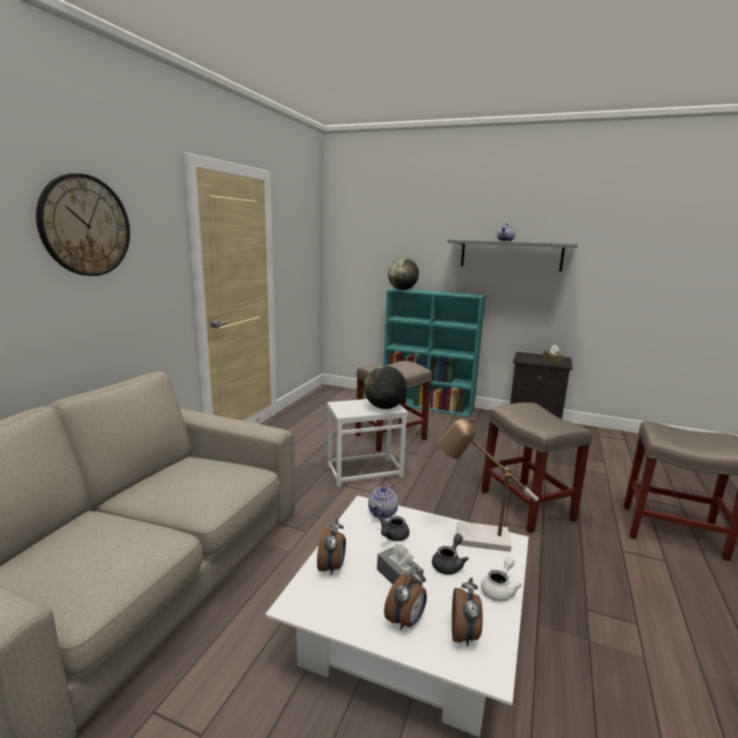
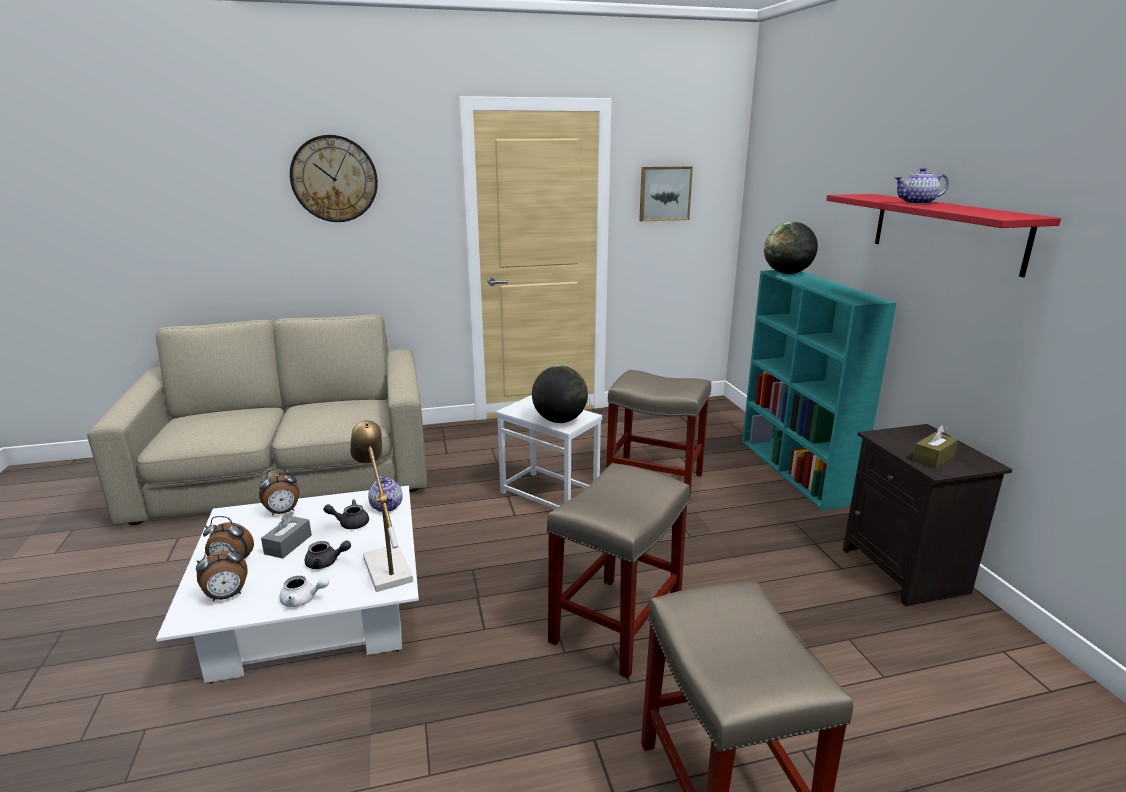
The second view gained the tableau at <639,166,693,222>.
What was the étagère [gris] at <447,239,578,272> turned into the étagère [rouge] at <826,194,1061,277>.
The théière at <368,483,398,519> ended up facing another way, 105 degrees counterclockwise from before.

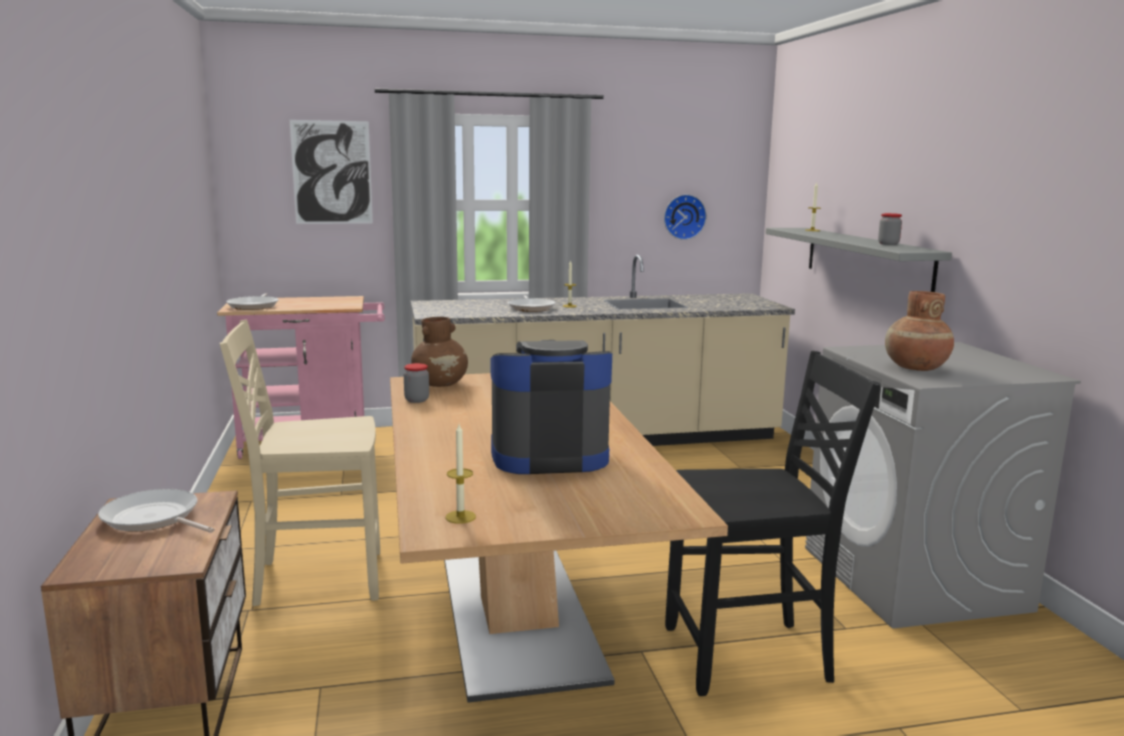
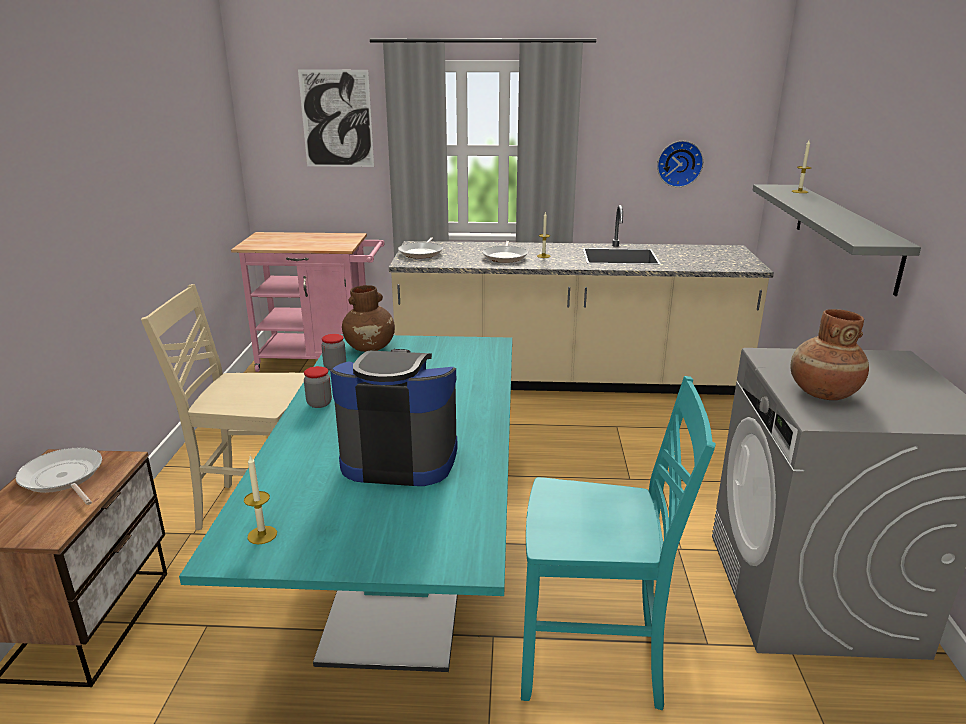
The poêle ended up elsewhere, having gone from <226,293,279,310> to <398,237,443,258>.
The bocal ended up elsewhere, having gone from <878,213,902,245> to <304,366,332,408>.
What was the table à manger [beige] at <390,373,728,703> turned into the table à manger [turquoise] at <179,334,512,672>.
What was the chaise [noir] at <665,350,881,696> turned into the chaise [turquoise] at <521,376,716,710>.

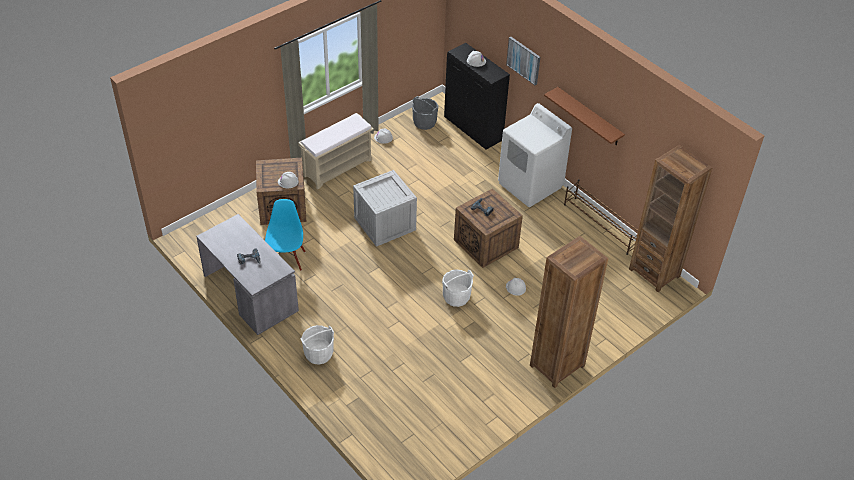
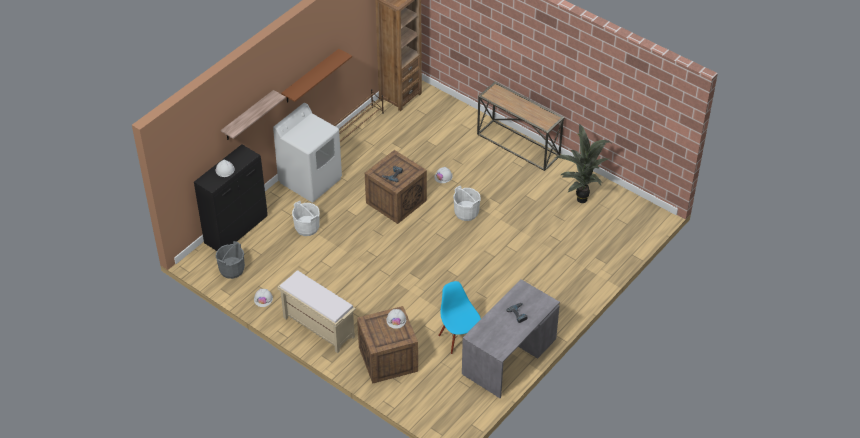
The second view lost the caisse at <353,170,417,247>.
The second view gained the plante en pot at <555,124,611,203>.
The seau [blanc] ended up elsewhere, having gone from <300,325,334,365> to <292,201,320,236>.
Where the tableau hung at <506,37,540,85>, the étagère came to hang at <221,90,286,140>.
Where the bibliothèque [marron] stood at <530,236,608,388>, the table console came to stand at <477,82,564,171>.
The chaise [bleu] at <265,199,306,271> ended up facing another way, 75 degrees clockwise from before.

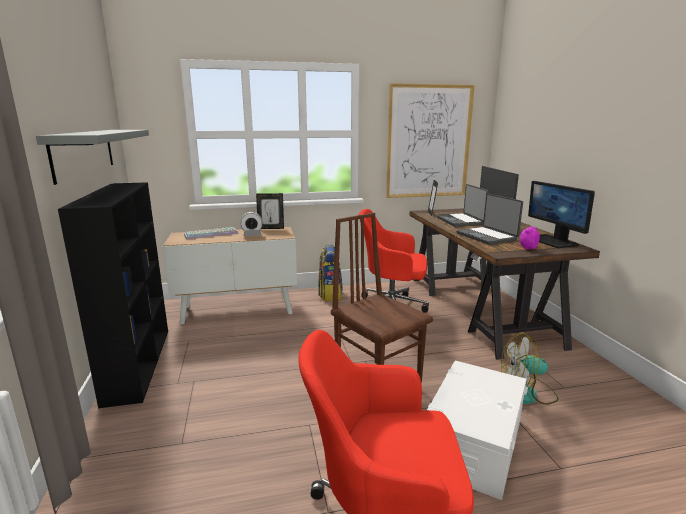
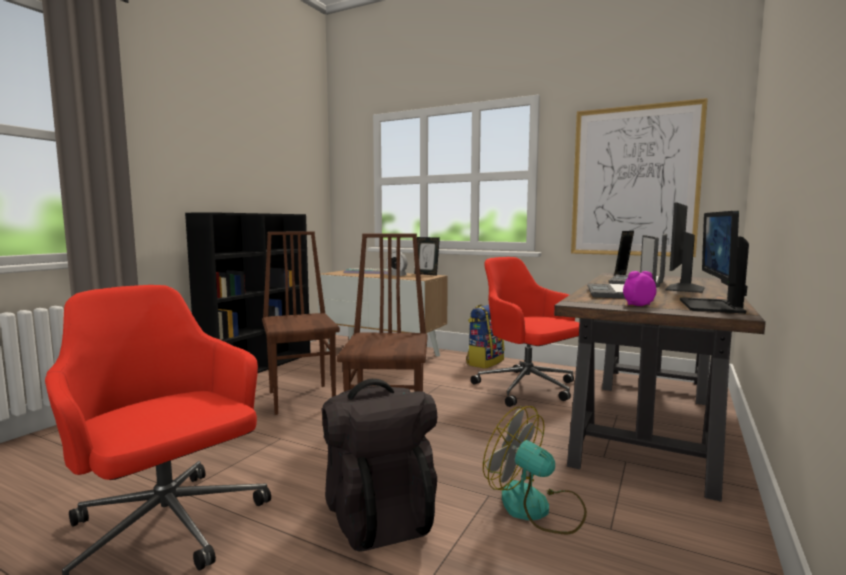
The second view lost the étagère [gris] at <36,130,149,185>.
The second view gained the chaise [marron] at <262,231,340,415>.
Where the boîte de rangement [blanc] stood at <427,361,528,500>, the sac à dos [noir] came to stand at <321,379,437,551>.

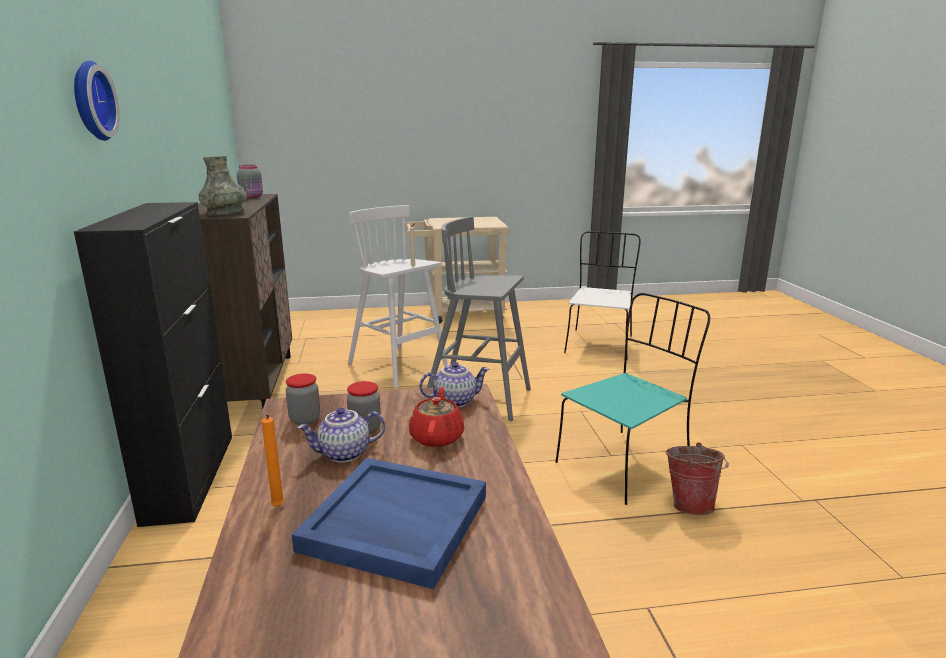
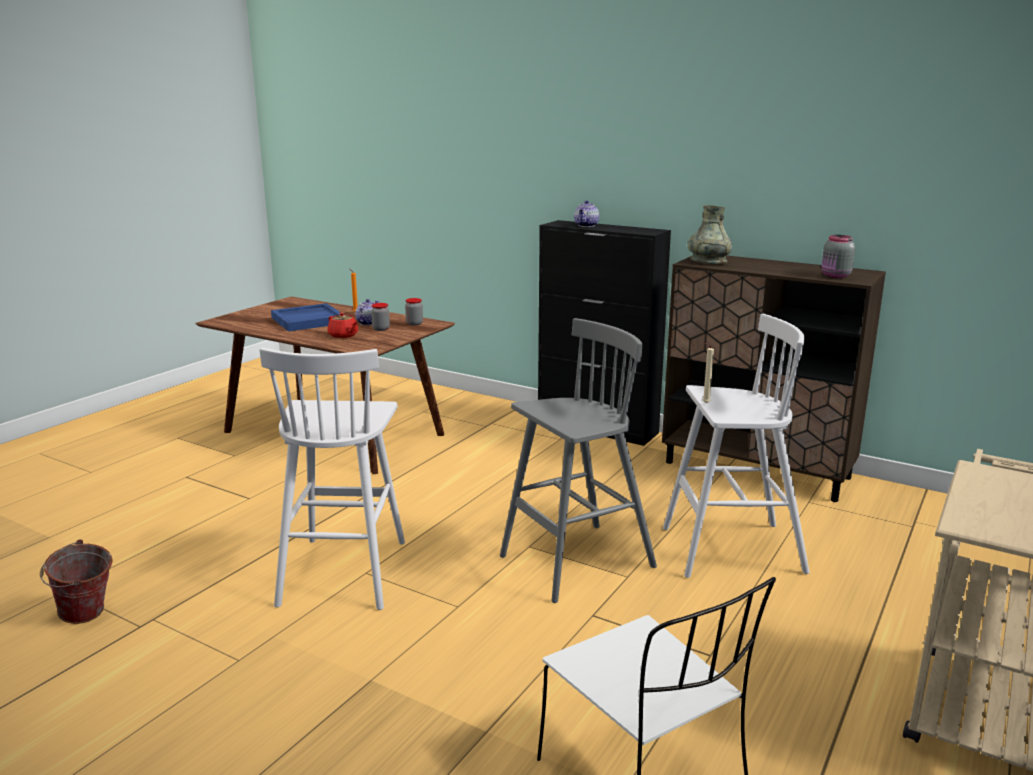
The second view lost the horloge murale at <74,60,120,141>.
The théière ended up elsewhere, having gone from <419,362,489,408> to <574,200,599,227>.
The seau ended up elsewhere, having gone from <666,443,729,515> to <40,539,113,624>.
Where the chaise [turquoise] stood at <556,293,710,505>, the tabouret [blanc] came to stand at <260,348,405,610>.

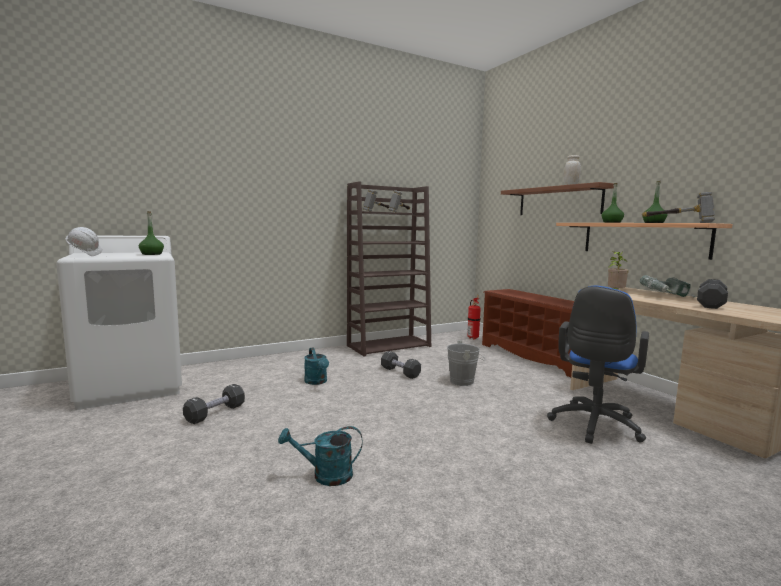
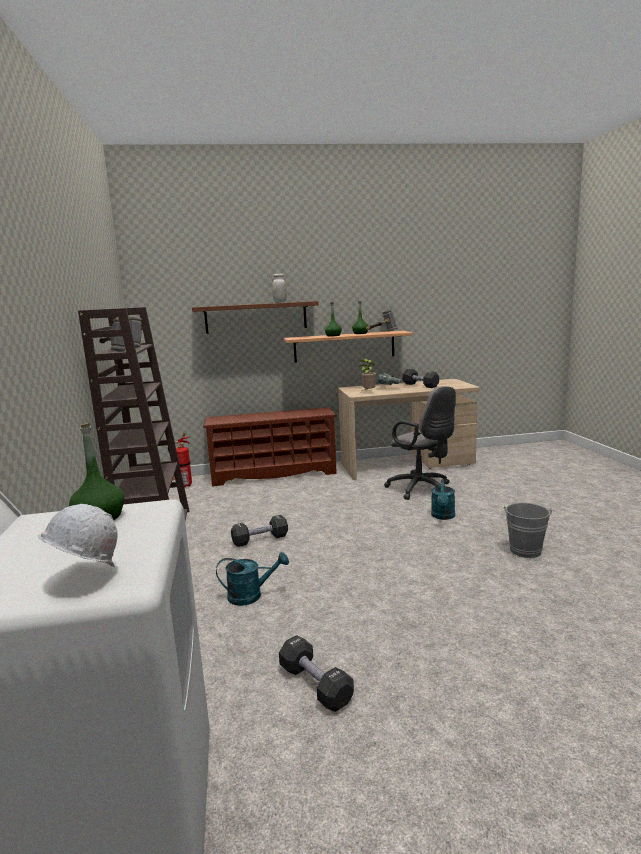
The arrosoir [turquoise] ended up elsewhere, having gone from <278,426,363,486> to <431,479,455,520>.
The seau [gris] ended up elsewhere, having gone from <447,341,485,386> to <504,503,552,558>.
What was the chaise de bureau [bleu] at <547,286,649,444> turned into the chaise de bureau [gris] at <384,386,456,500>.

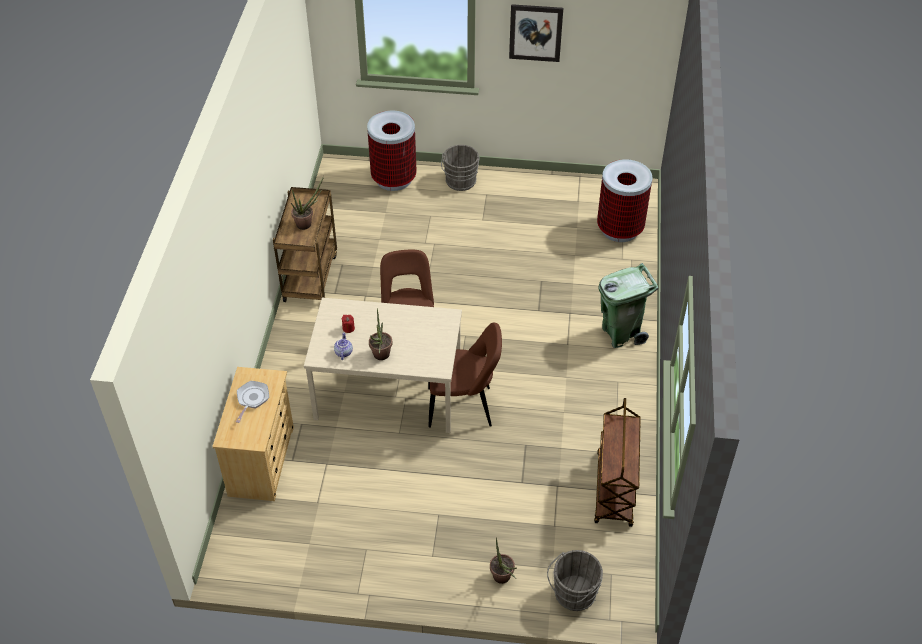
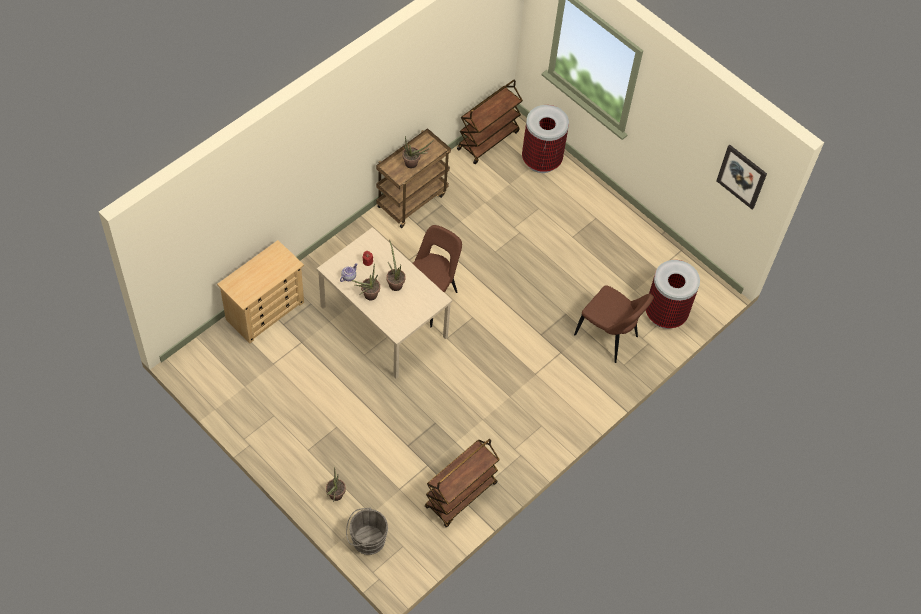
The second view lost the poêle at <236,381,269,423>.
The second view lost the seau [gris] at <441,145,480,191>.
The second view lost the poubelle [vert] at <598,263,658,348>.
The second view gained the plante en pot at <386,239,406,291>.
The second view gained the chariot [marron] at <457,80,523,164>.
The chaise [marron] ended up elsewhere, having gone from <428,323,502,428> to <574,285,654,363>.
The tableau ended up elsewhere, having gone from <509,4,563,62> to <716,145,767,209>.

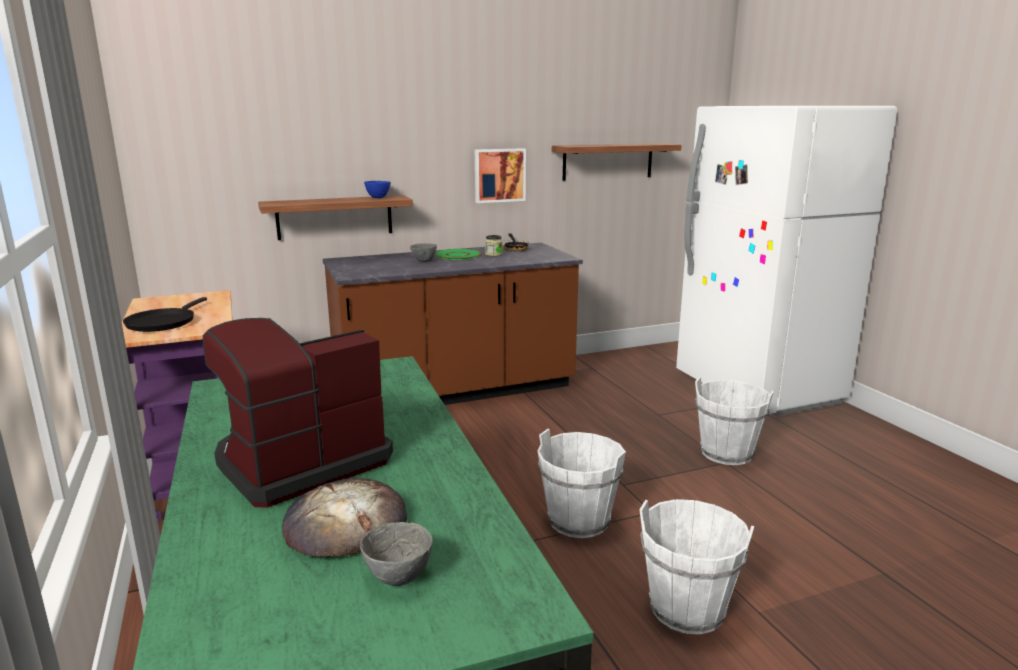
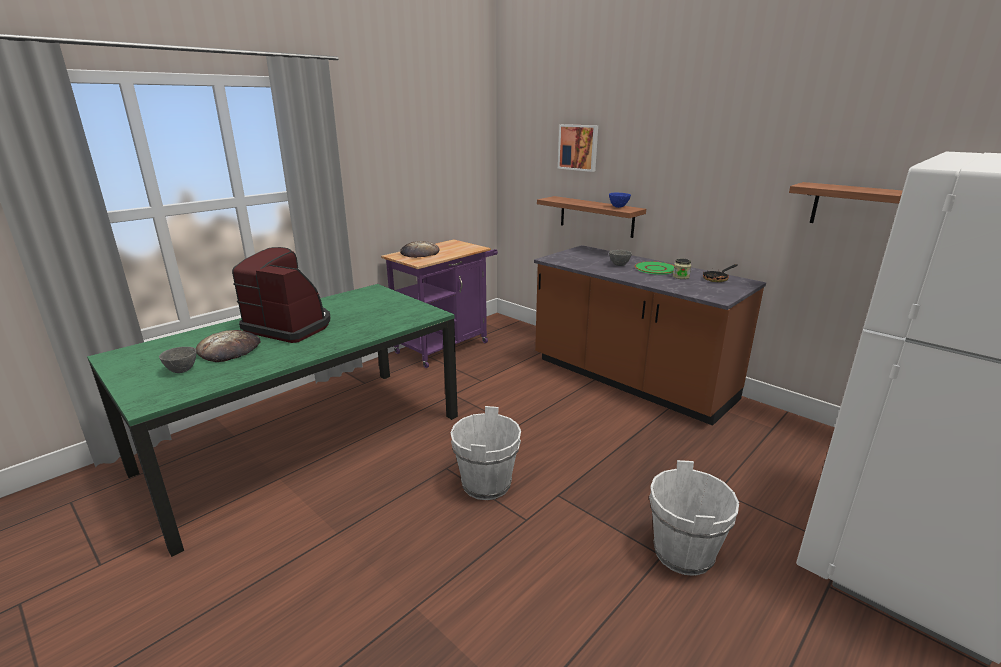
The second view lost the seau [blanc] at <640,499,754,634>.
The tableau ended up elsewhere, having gone from <475,148,526,203> to <558,124,598,172>.
Where the poêle [noir] stood at <123,297,207,332>, the pain came to stand at <400,241,439,258>.

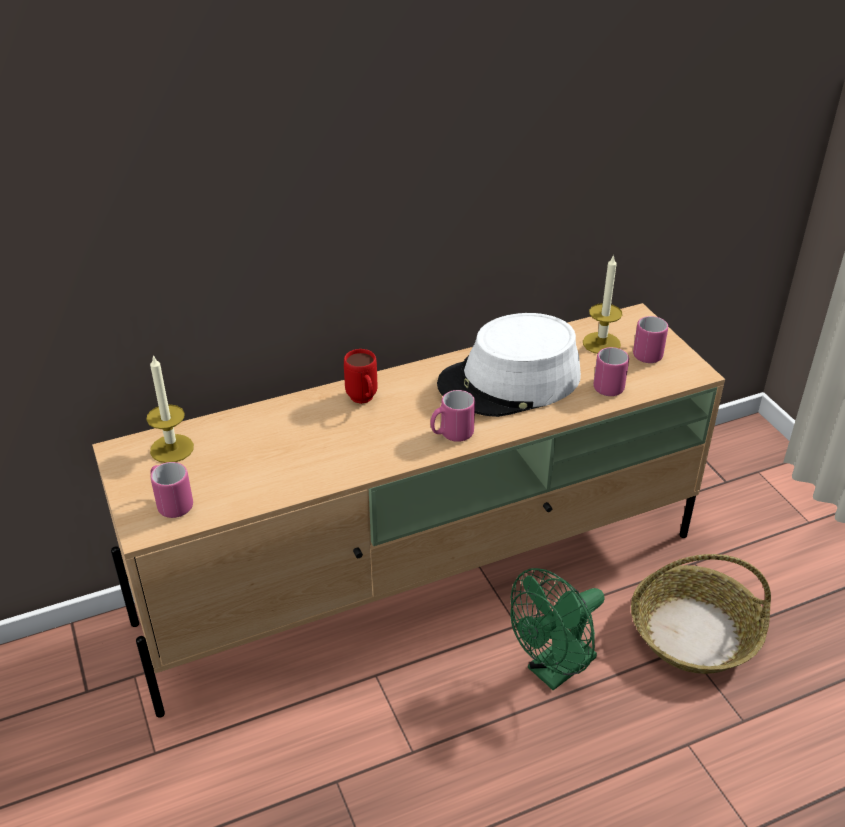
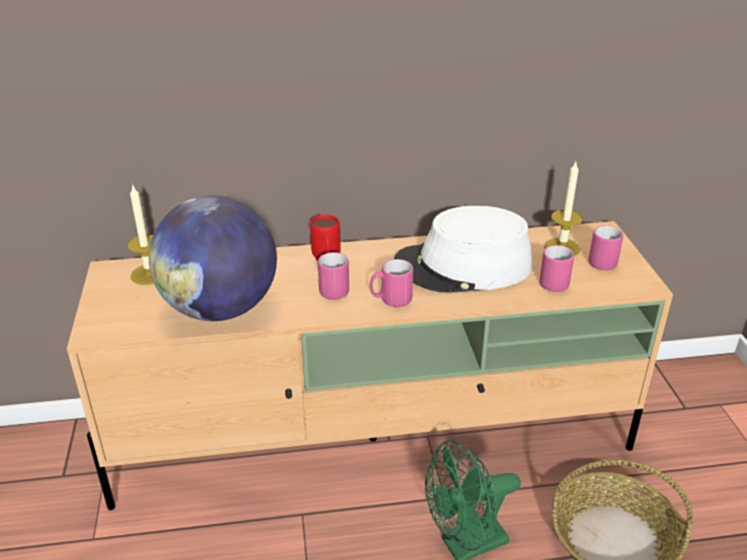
The second view gained the globe at <149,195,277,321>.
The mug [rose] ended up elsewhere, having gone from <151,462,193,518> to <318,252,349,300>.

